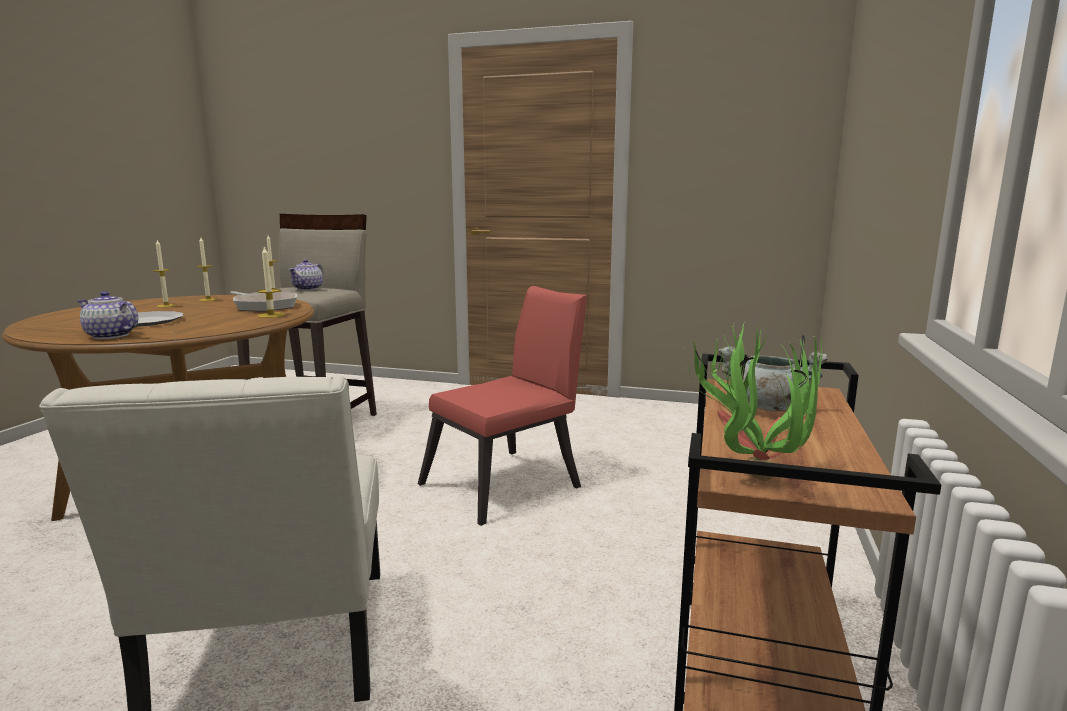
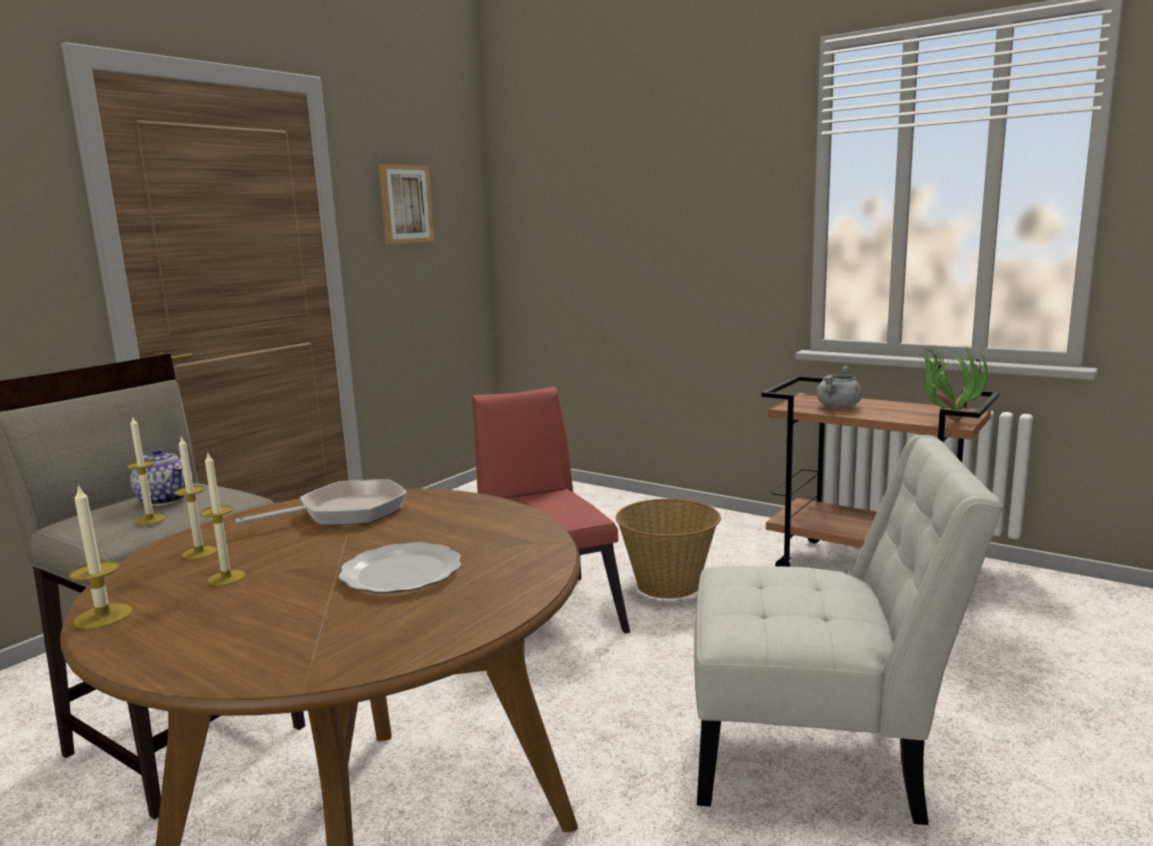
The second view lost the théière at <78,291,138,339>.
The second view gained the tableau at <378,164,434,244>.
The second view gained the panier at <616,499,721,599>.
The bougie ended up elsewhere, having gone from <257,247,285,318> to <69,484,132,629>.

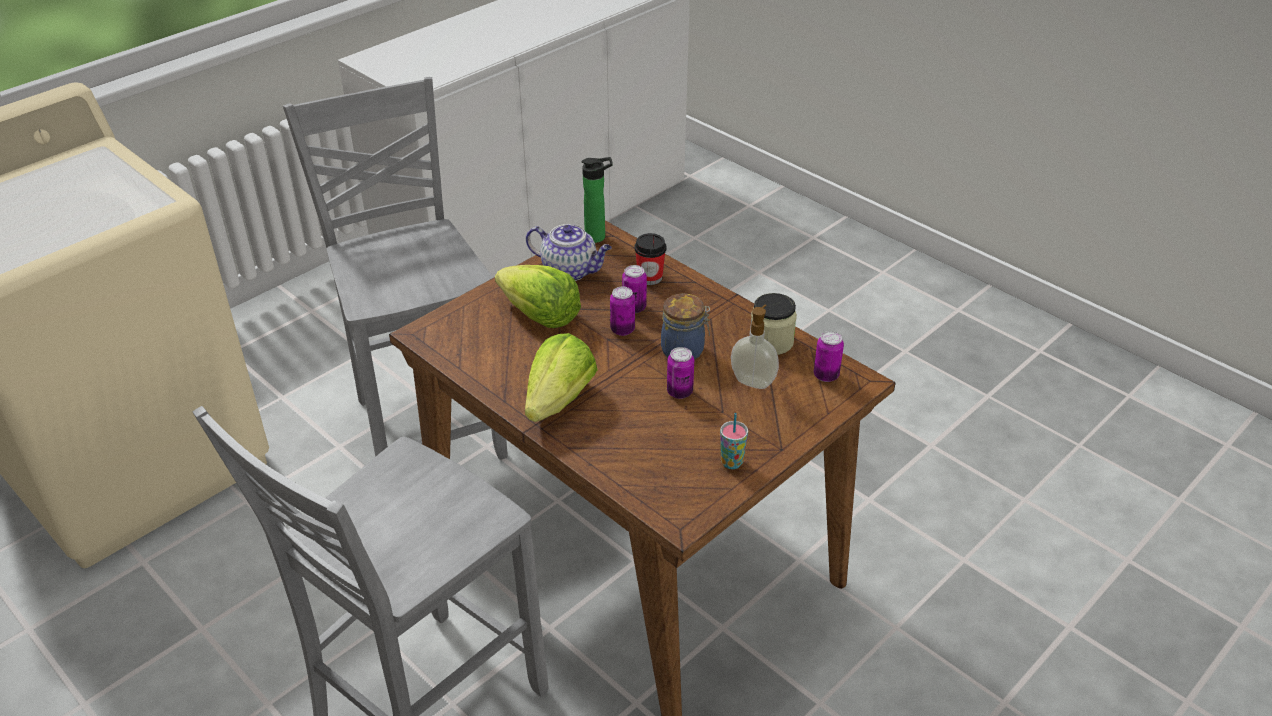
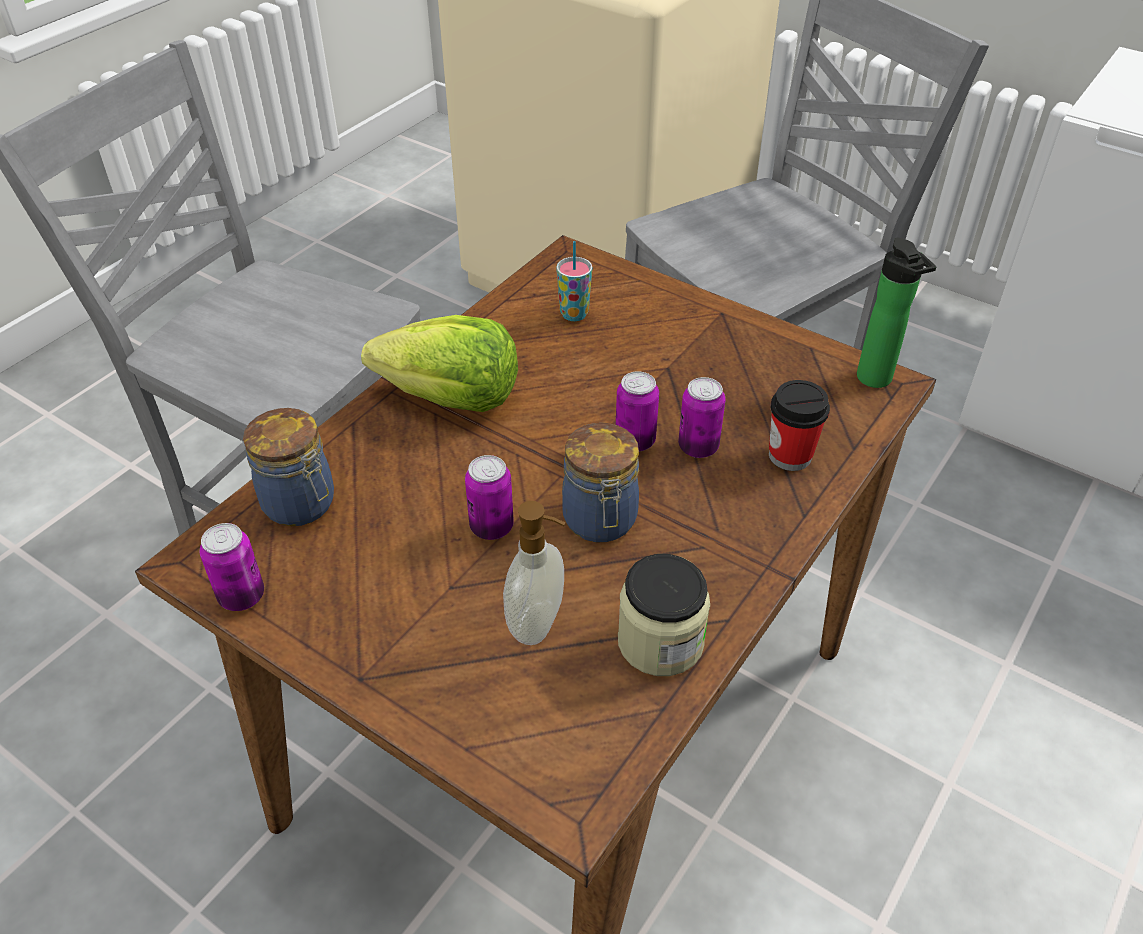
The second view lost the laitue at <495,265,581,328>.
The second view lost the théière at <526,224,612,281>.
The second view gained the bocal at <243,408,334,526>.
The tasse ended up elsewhere, having gone from <720,413,748,469> to <556,241,592,321>.
The boîte métallique ended up elsewhere, having gone from <814,331,844,382> to <200,523,264,611>.

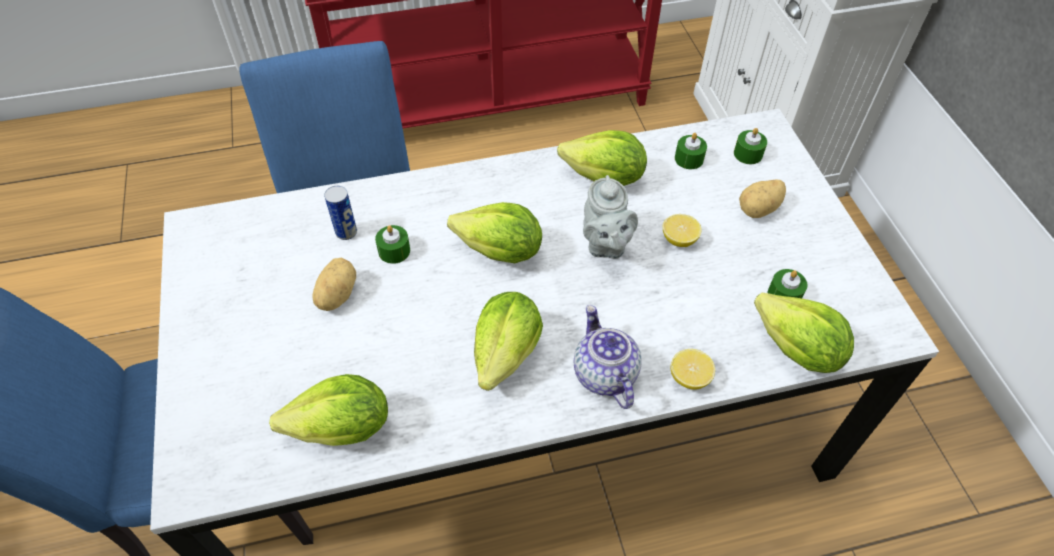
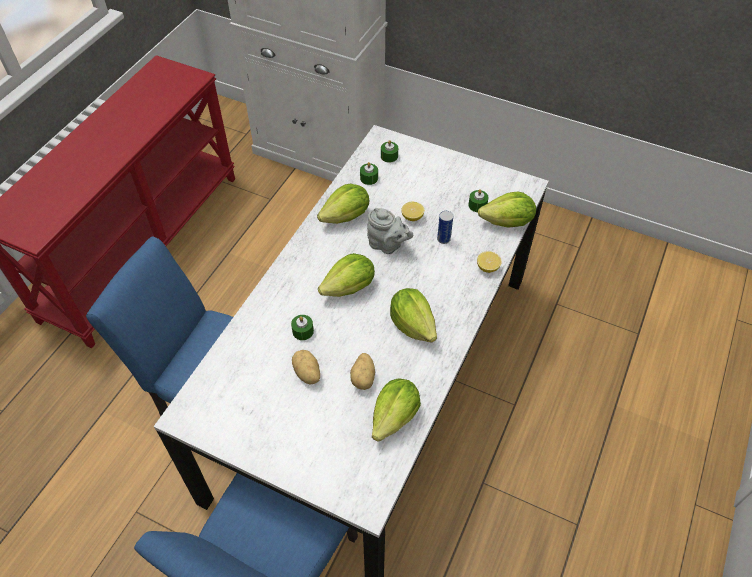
The second view lost the théière at <574,305,642,409>.
The boîte métallique ended up elsewhere, having gone from <324,186,357,240> to <437,211,453,244>.
The pomme de terre ended up elsewhere, having gone from <739,180,786,218> to <350,353,375,390>.

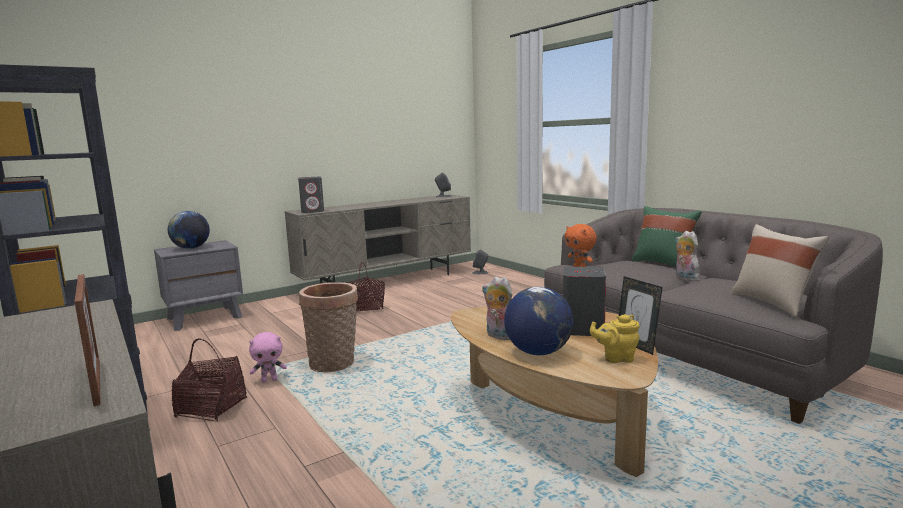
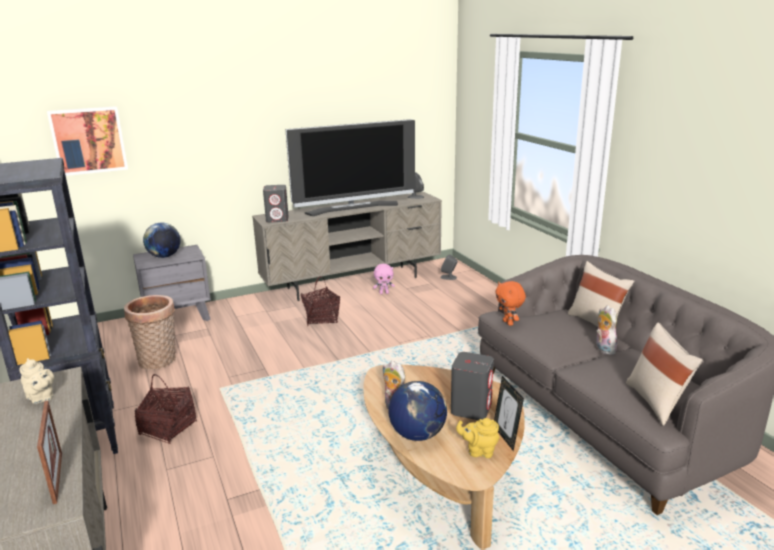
The second view gained the théière [beige] at <19,358,54,404>.
The second view gained the tableau at <47,106,128,176>.
The second view gained the téléviseur at <286,119,415,216>.
The peluche [rose] ended up elsewhere, having gone from <249,332,287,383> to <373,264,395,294>.
The panier ended up elsewhere, having gone from <299,282,358,372> to <124,295,176,370>.
What was the coussin [vert] at <632,206,702,267> turned into the coussin [beige] at <568,261,634,327>.

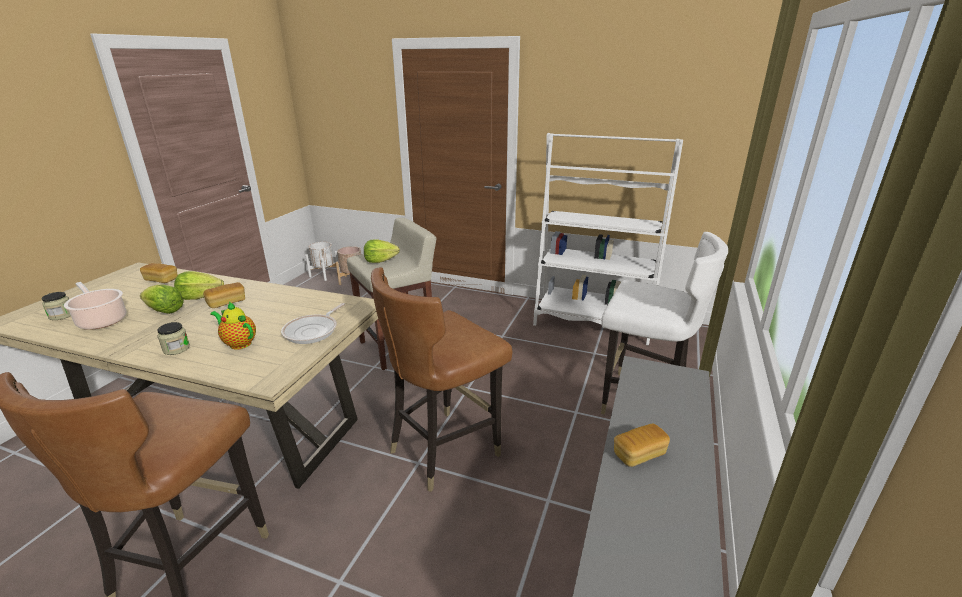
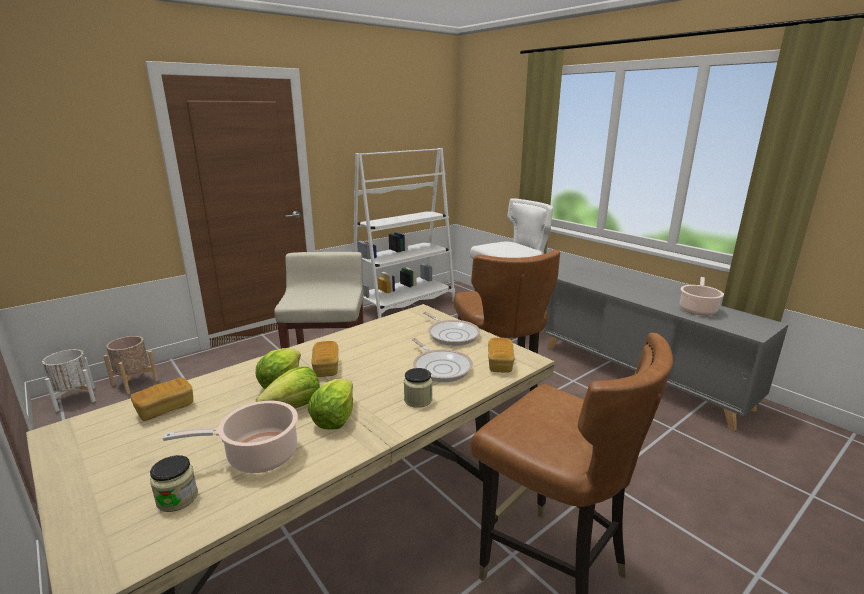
The second view gained the marmite at <680,277,724,315>.
The laitue ended up elsewhere, having gone from <364,239,400,263> to <308,379,353,430>.
The pain ended up elsewhere, having gone from <614,424,670,467> to <488,338,514,373>.
Where the théière stood at <210,301,256,349>, the poêle came to stand at <412,338,473,382>.

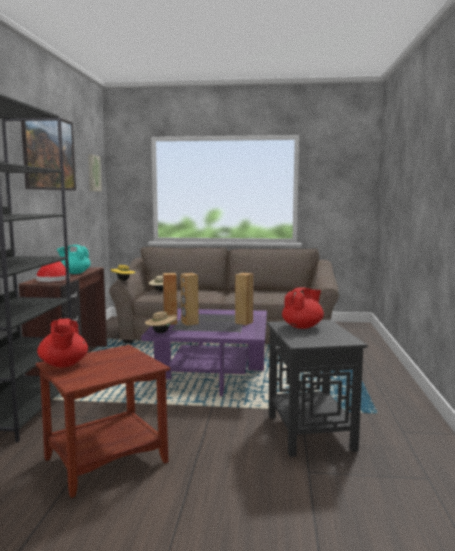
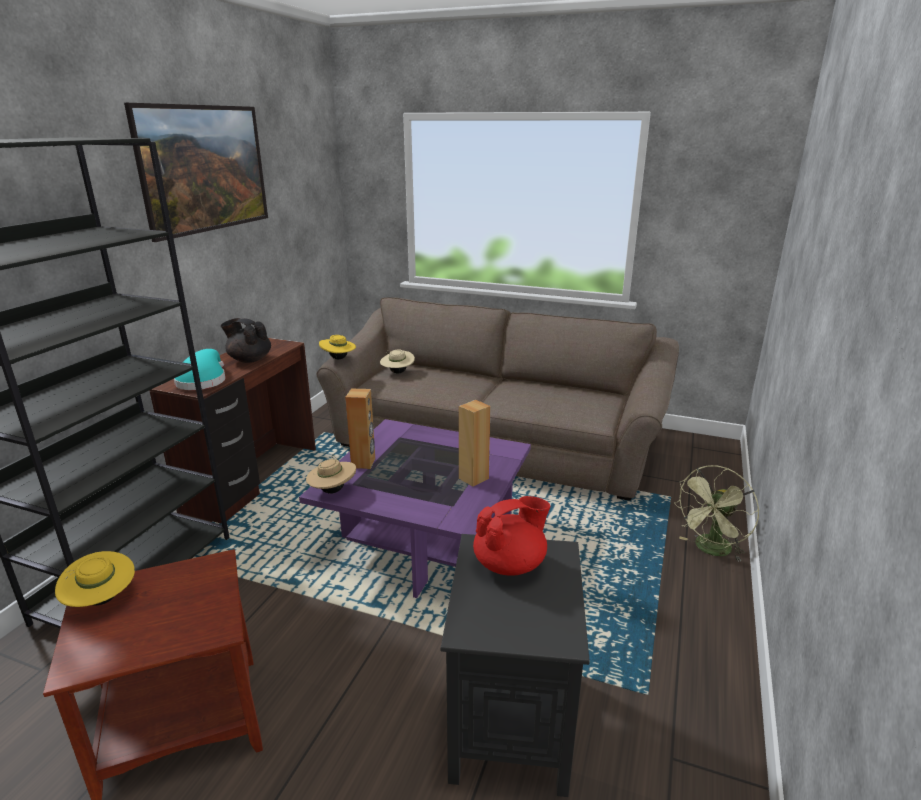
The second view lost the tableau at <88,154,102,191>.
The second view lost the enceinte [marron] at <181,273,199,326>.
The second view gained the ventilateur [vert] at <674,465,760,562>.
Where the théière [rouge] stood at <37,319,88,367>, the chapeau [jaune] came to stand at <55,551,135,607>.
What was the chapeau [rouge] at <36,261,70,282> turned into the chapeau [turquoise] at <174,349,226,390>.
What was the théière [turquoise] at <57,245,90,274> turned into the théière [noir] at <221,318,271,363>.

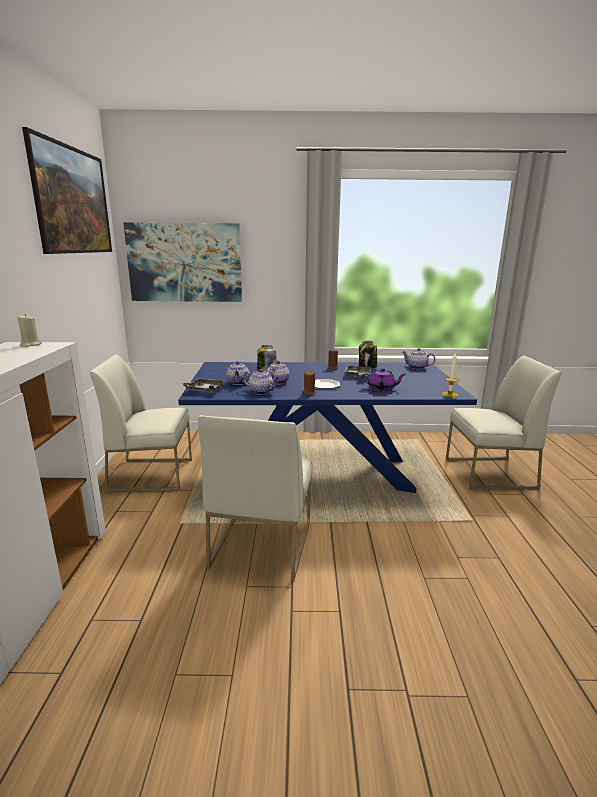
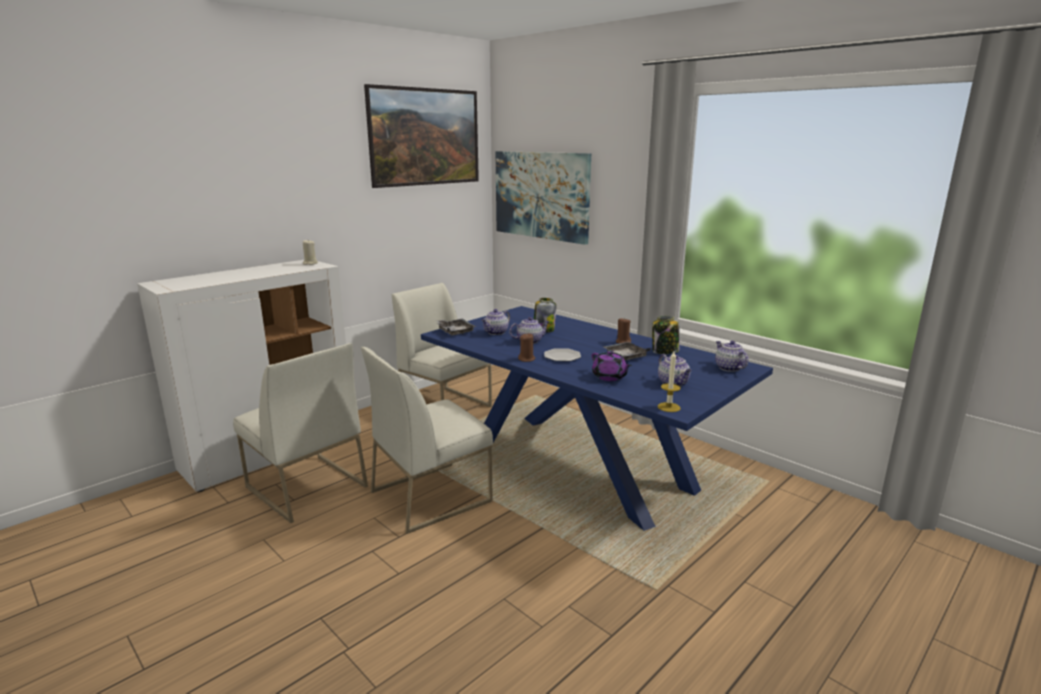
The théière ended up elsewhere, having gone from <243,369,279,395> to <658,354,692,386>.
The chaise [blanc] ended up elsewhere, having gone from <446,356,562,490> to <233,343,368,523>.

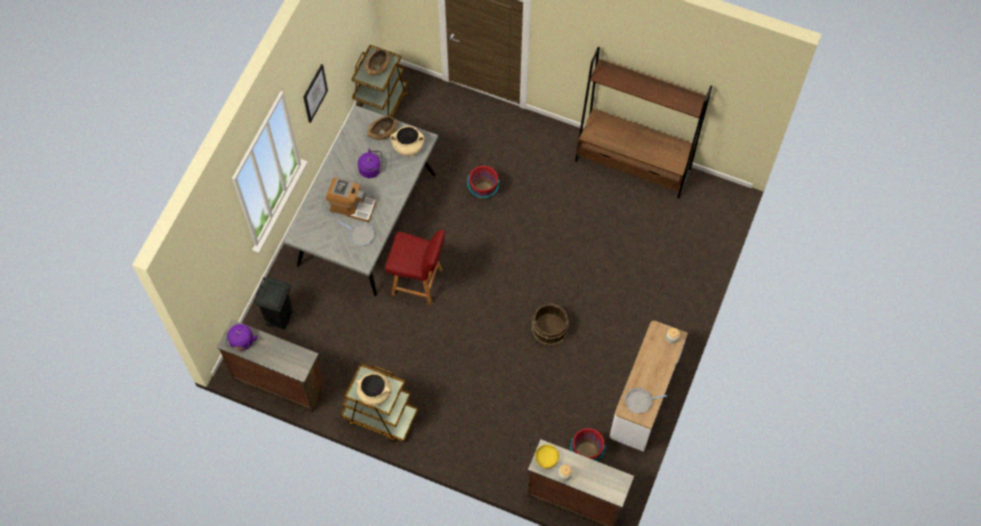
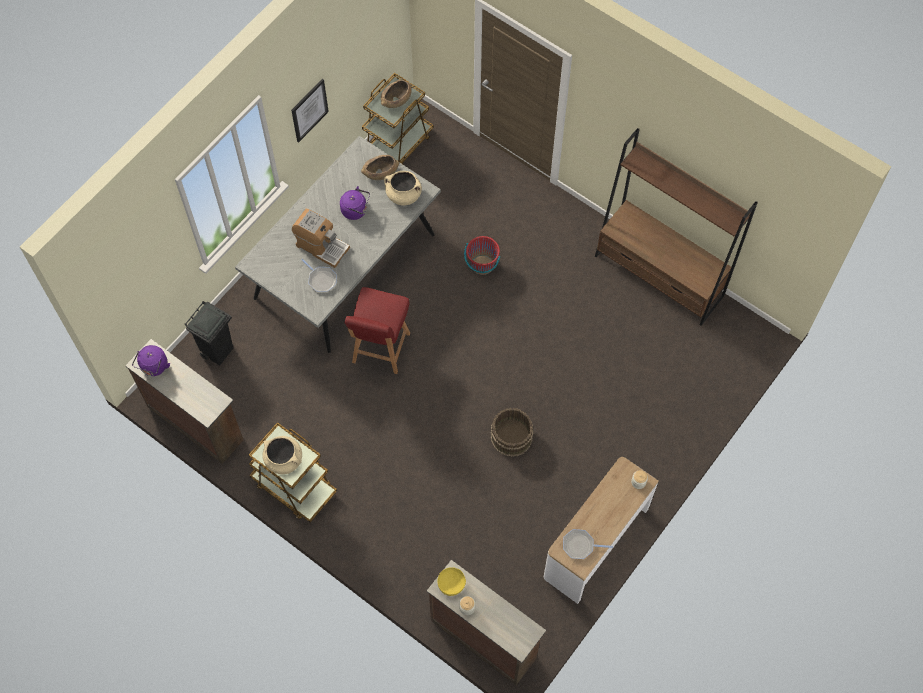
The second view lost the seau [rouge] at <570,428,606,461>.
The chaise [rouge] at <385,230,445,305> ended up facing another way, 75 degrees clockwise from before.

